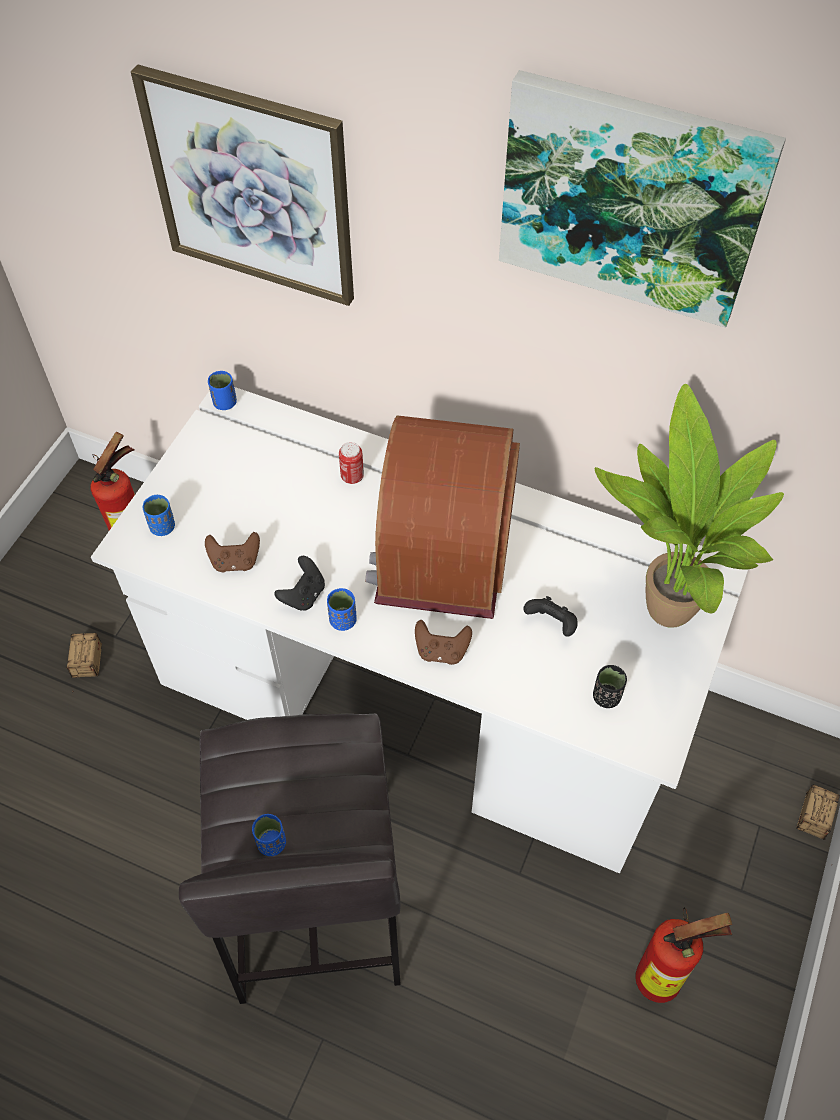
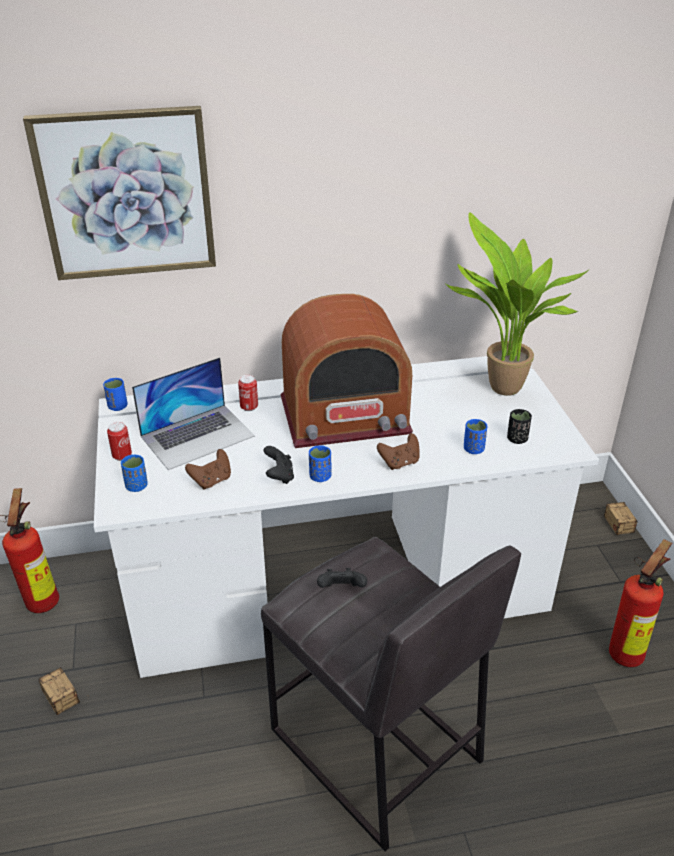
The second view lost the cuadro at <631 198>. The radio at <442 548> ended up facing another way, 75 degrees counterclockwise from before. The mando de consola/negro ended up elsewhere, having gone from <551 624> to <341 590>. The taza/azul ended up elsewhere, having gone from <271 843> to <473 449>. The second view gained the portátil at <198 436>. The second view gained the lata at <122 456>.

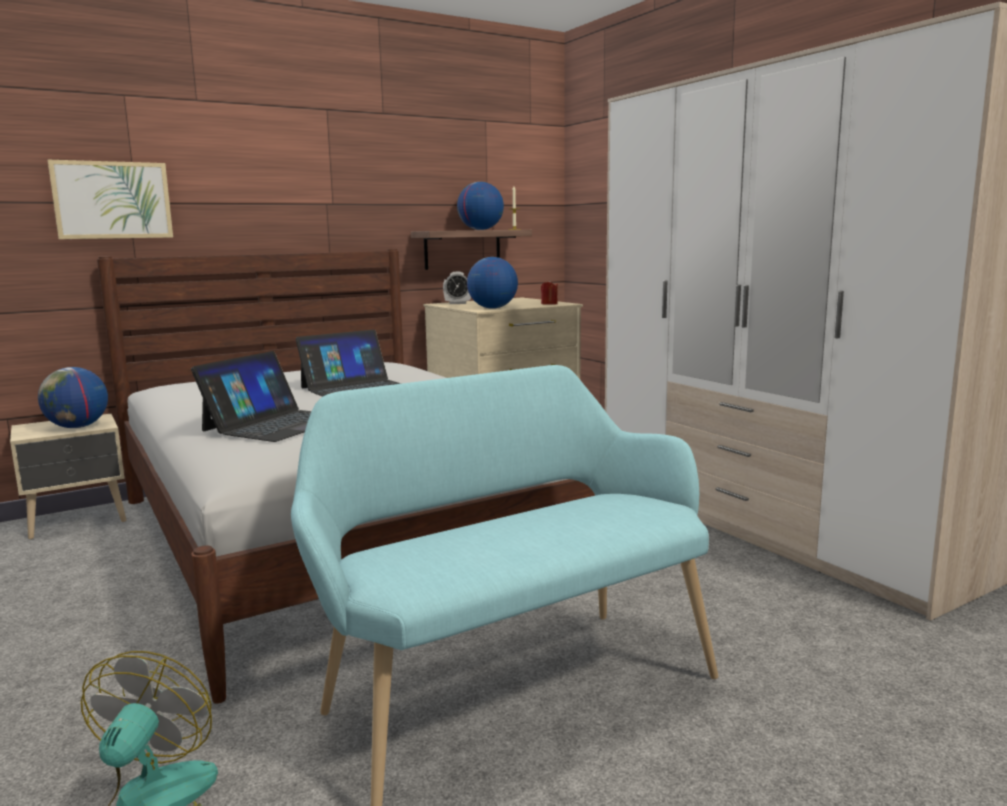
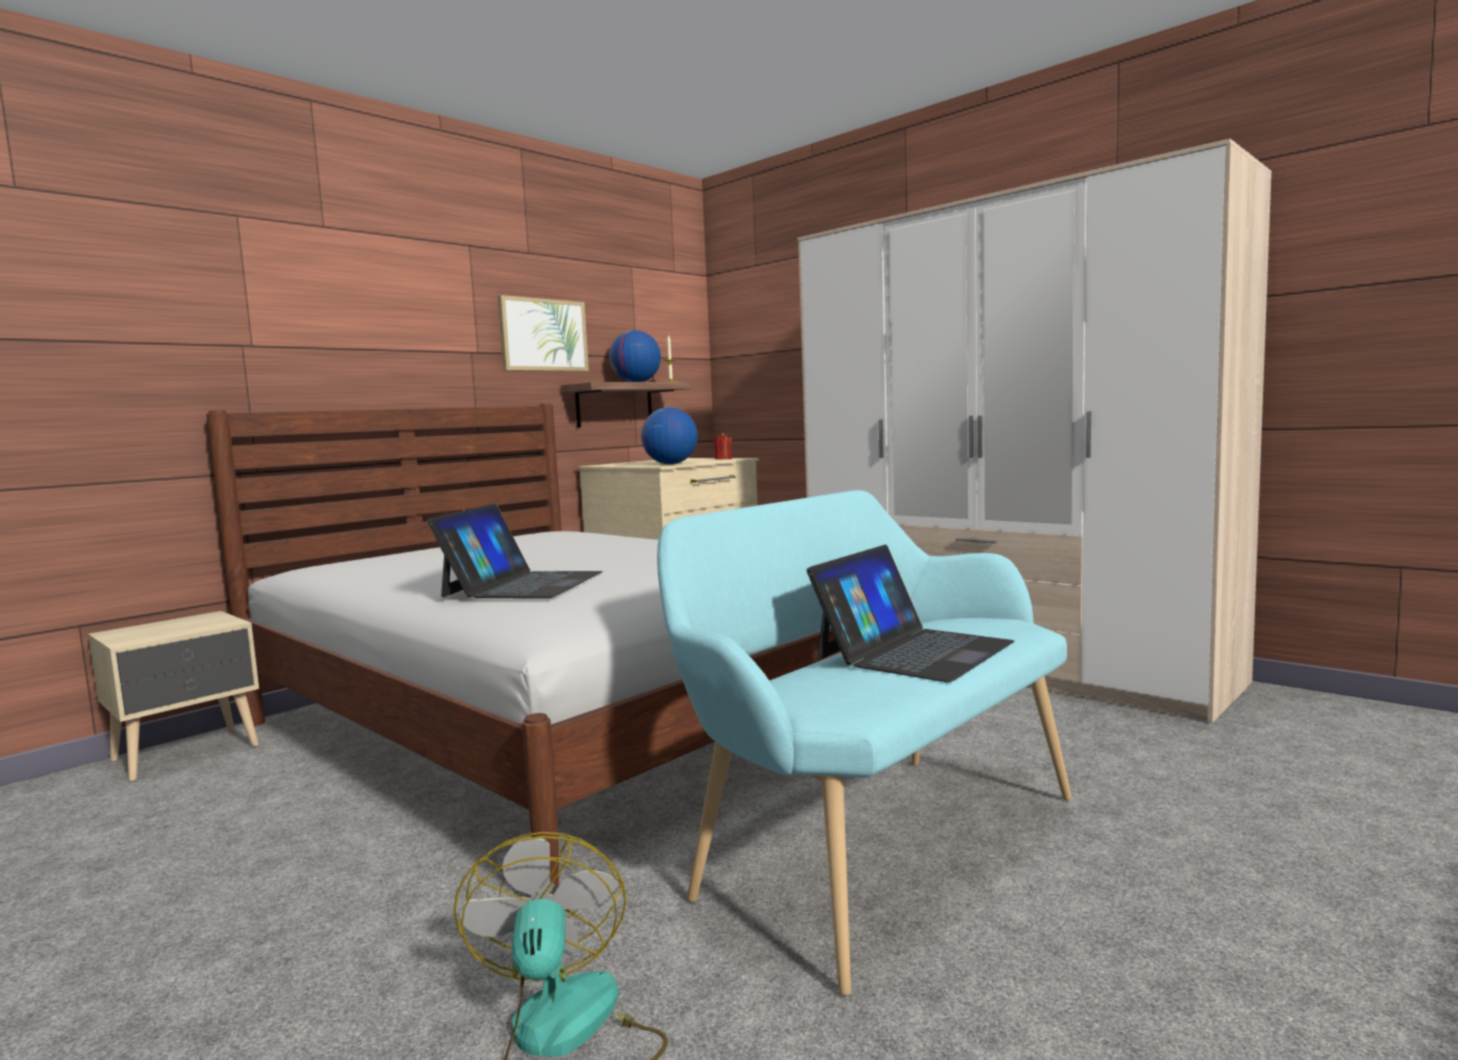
The cuadro ended up elsewhere, having gone from <112 200> to <543 335>. The second view lost the despertador at <457 303>. The portátil ended up elsewhere, having gone from <356 388> to <913 650>. The second view lost the globo terráqueo at <77 427>.

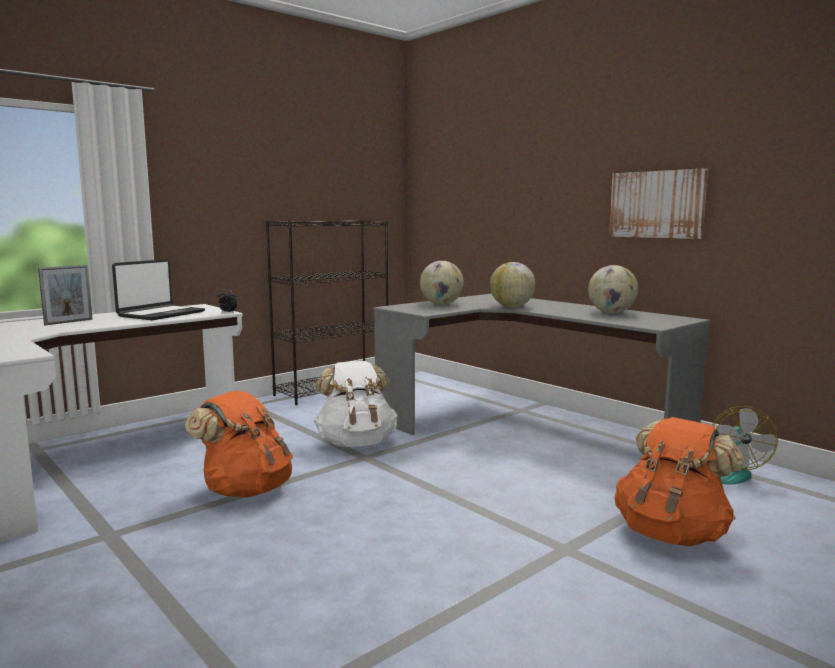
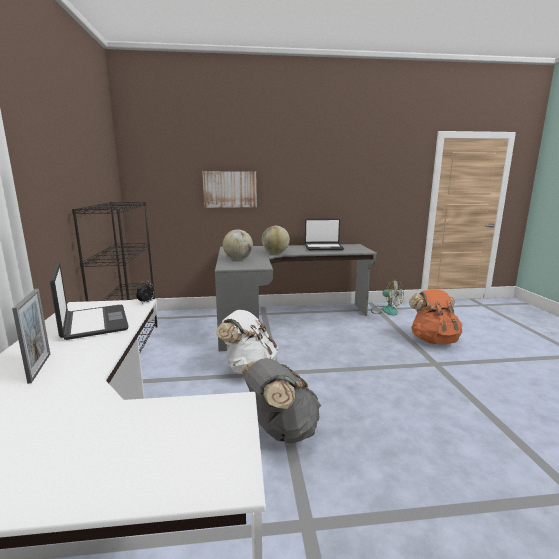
The cuadro ended up elsewhere, having gone from <656 204> to <230 189>. Where the globo terráqueo stood at <611 313>, the portátil came to stand at <323 247>. What was the mochila/naranja at <246 490> turned into the mochila/gris at <281 431>.

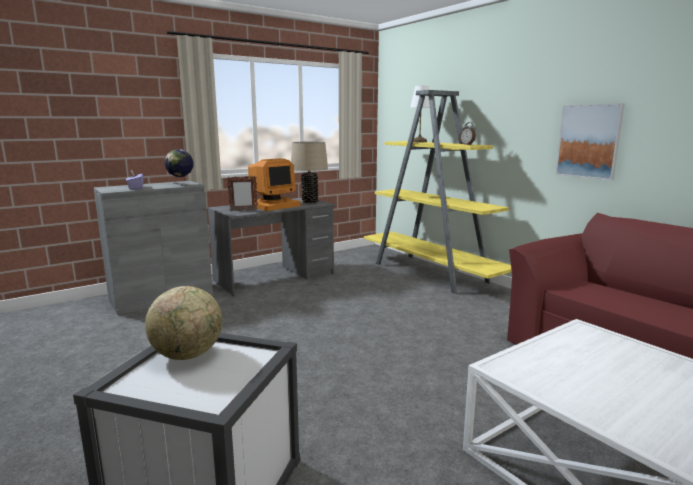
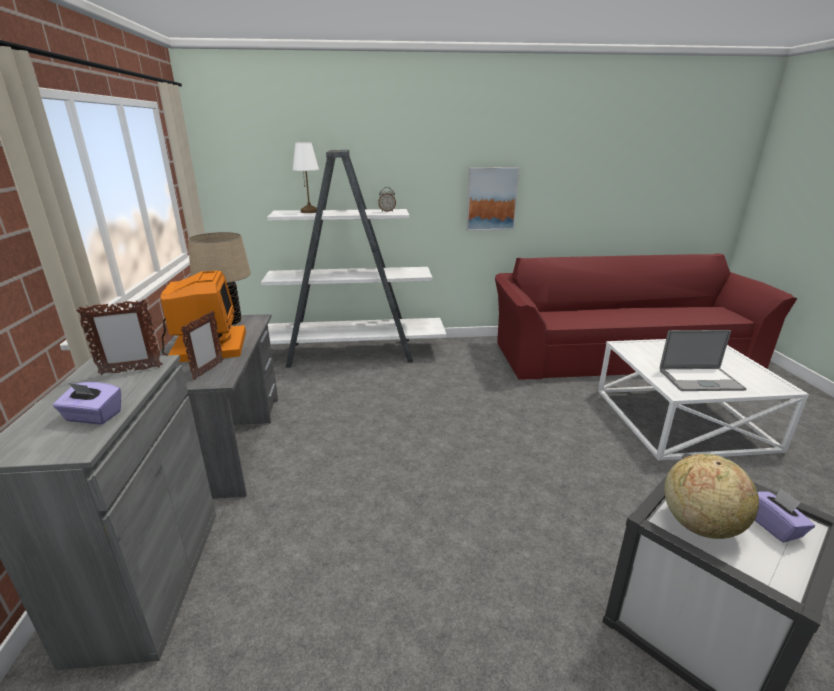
What was the estantería/amarillo at <431 273> turned into the estantería/blanco at <353 353>. Where the globo terráqueo stood at <181 184>, the portarretratos came to stand at <130 371>. The second view gained the portátil at <700 380>. The second view gained the caja de pañuelos/morado at <773 526>.

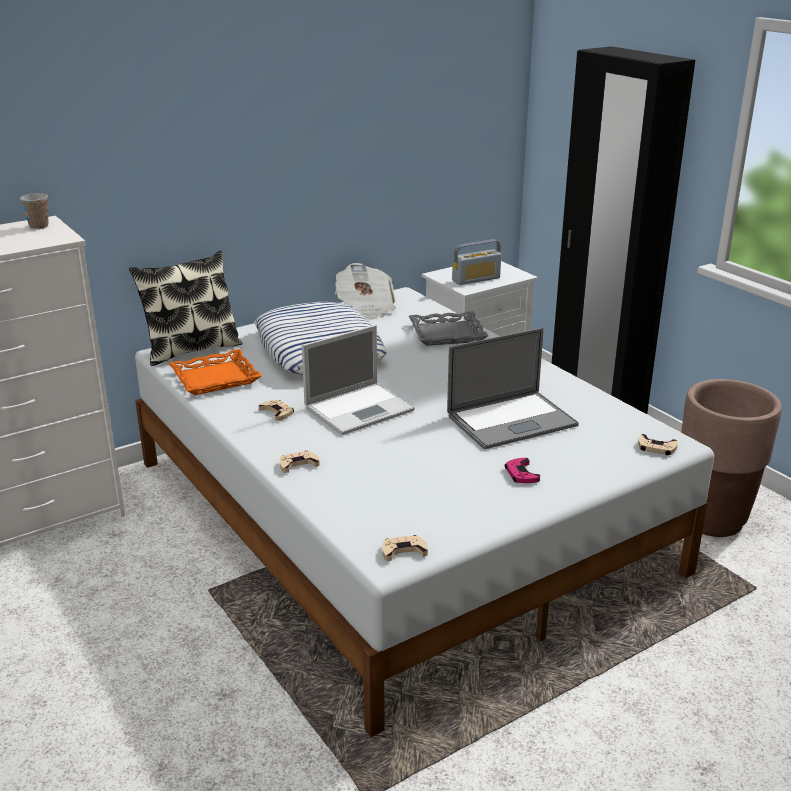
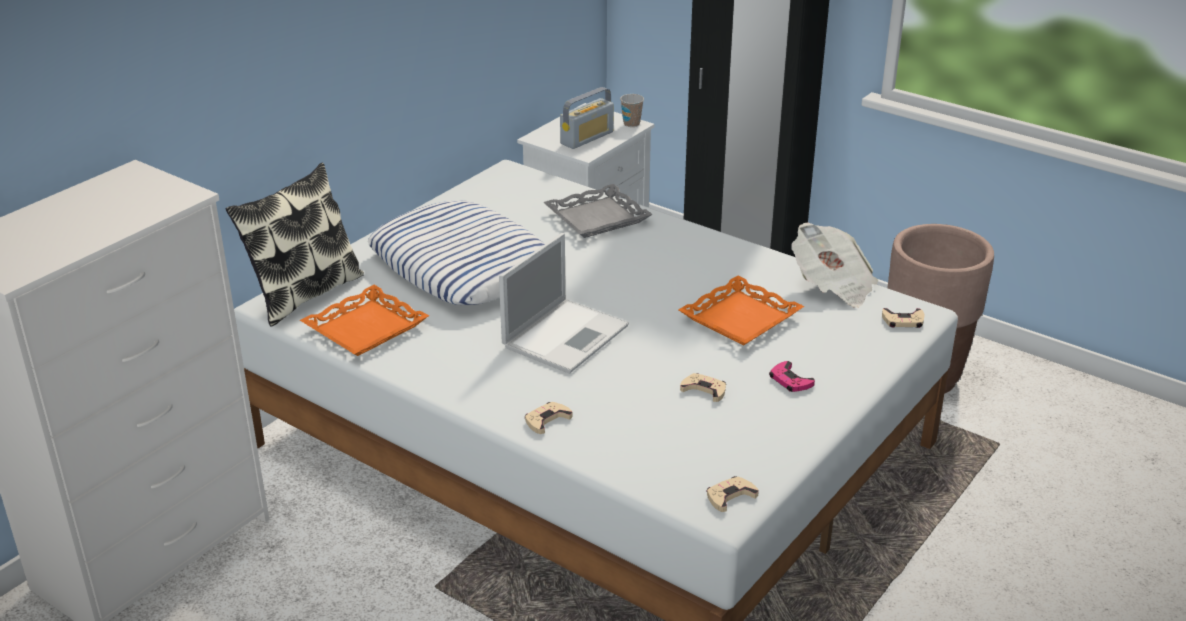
The taza ended up elsewhere, having gone from <39 226> to <631 124>. The periódico ended up elsewhere, having gone from <366 308> to <832 285>. Where the portátil stood at <511 421>, the bandeja/naranja came to stand at <740 318>. The mando de consola/beis ended up elsewhere, having gone from <277 412> to <704 390>.

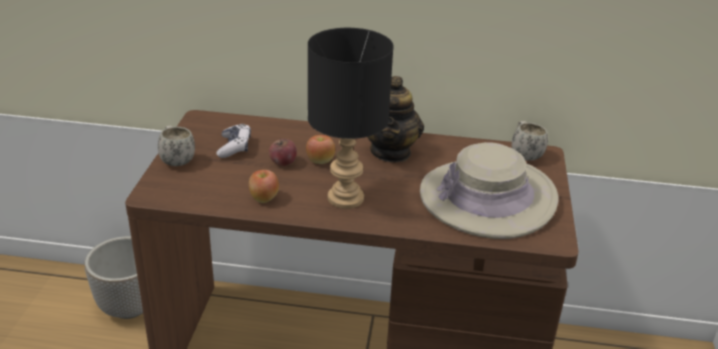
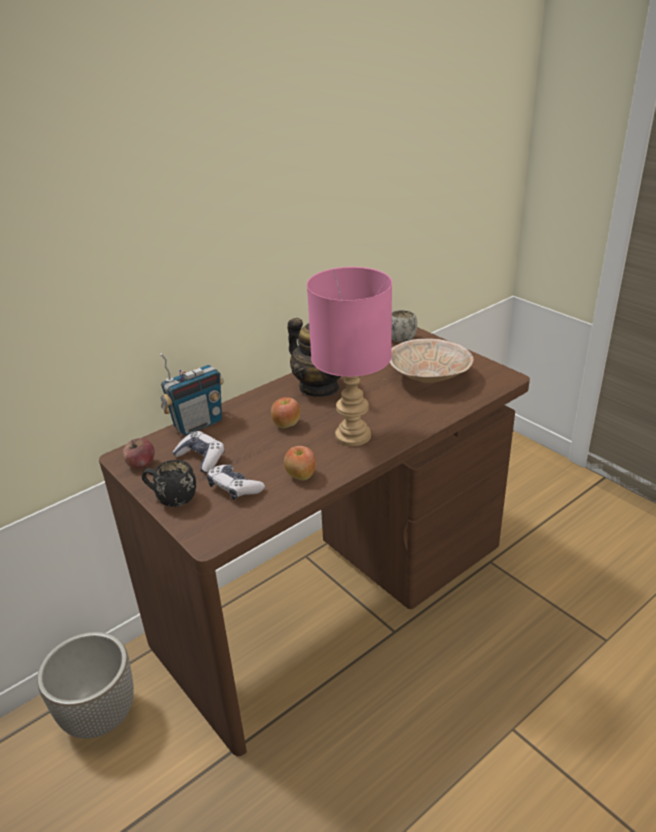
What was the lámpara de mesa/negro at <347 197> turned into the lámpara de mesa/rosa at <353 435>. What was the taza grande/blanco at <176 159> turned into the taza grande/negro at <171 499>. The manzana ended up elsewhere, having gone from <283 162> to <141 464>. Where the sombrero/beis stood at <487 198>, the cuenco/beis came to stand at <430 377>. The second view gained the radio at <198 424>. The second view gained the mando de consola at <234 488>.

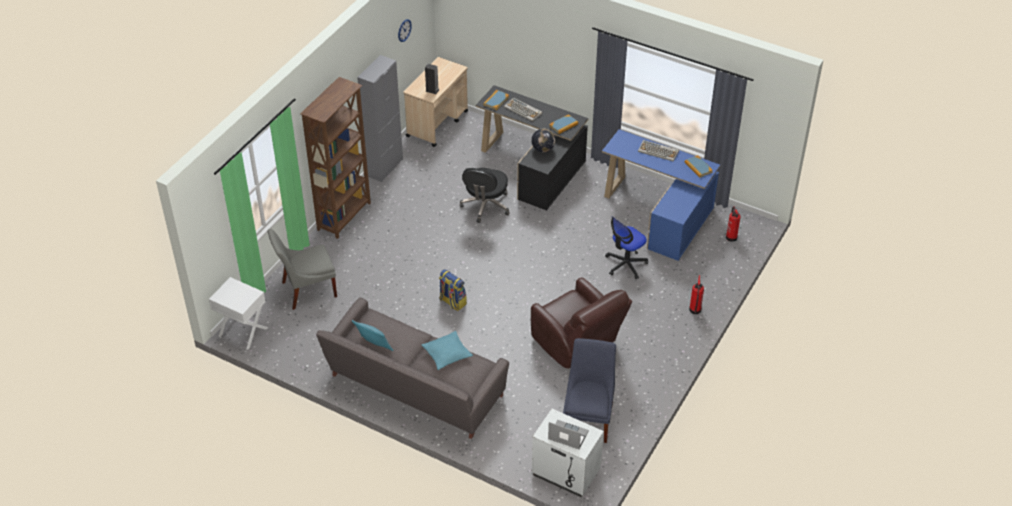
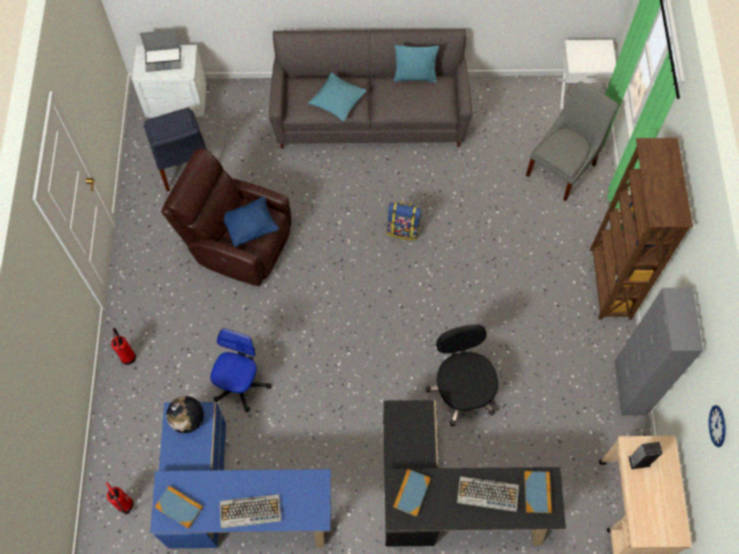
The globo terráqueo ended up elsewhere, having gone from <543 149> to <188 420>. The second view gained the cojín/azul at <251 227>.

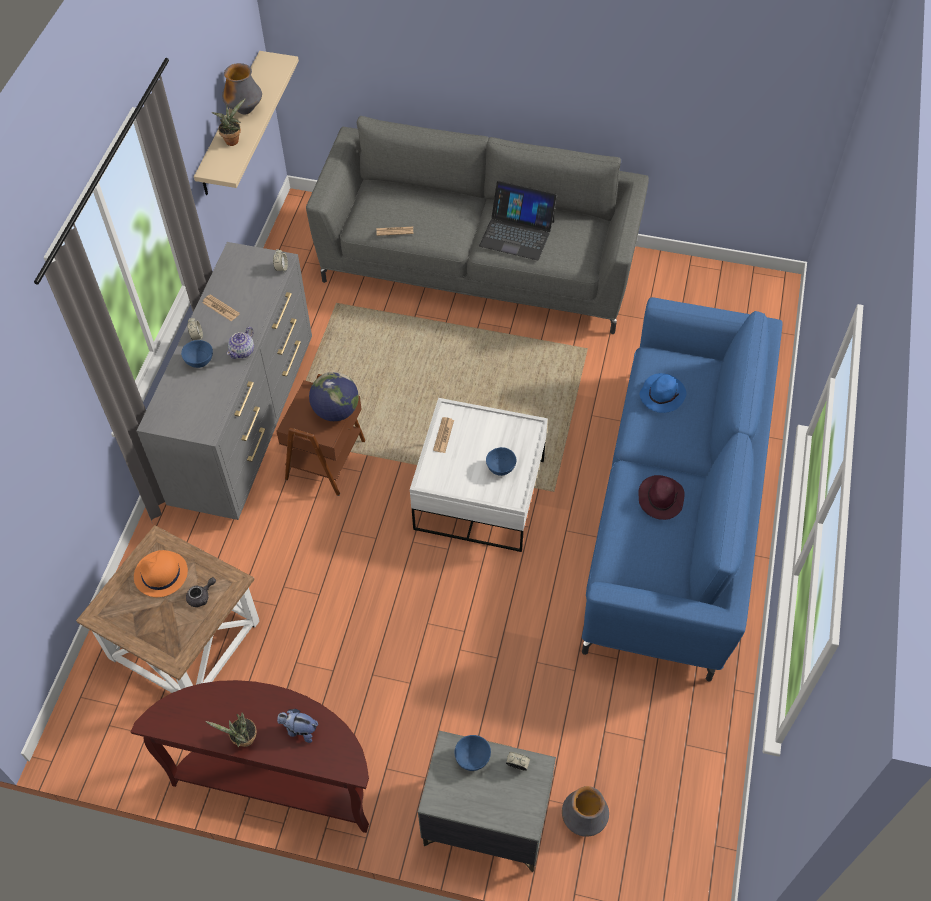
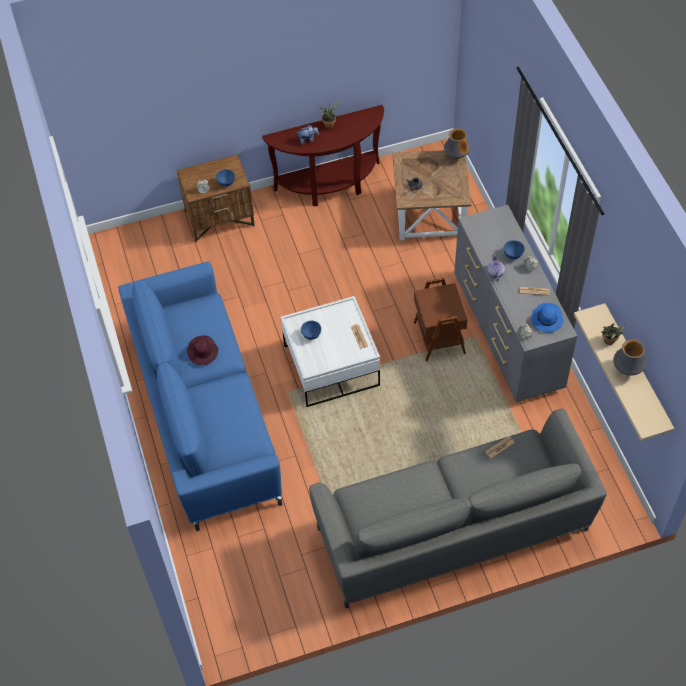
The second view lost the portátil at <517 233>. The second view lost the globo terráqueo at <336 411>. The sombrero/azul ended up elsewhere, having gone from <662 394> to <547 319>. The second view lost the sombrero/naranja at <161 574>. What was the mesita de noche/gris at <485 821> turned into the mesita de noche/marrón at <220 218>. The florero ended up elsewhere, having gone from <583 819> to <456 156>.

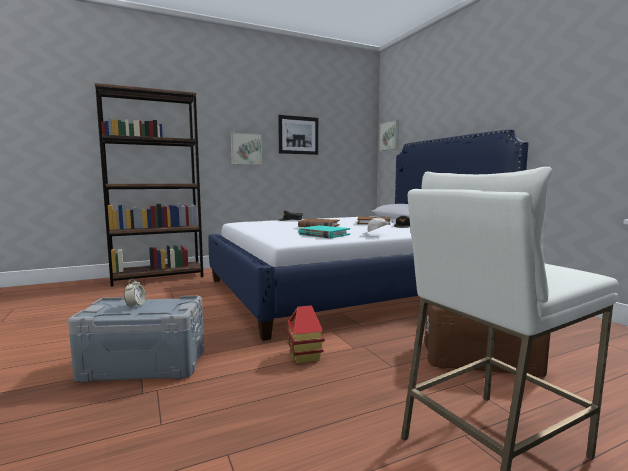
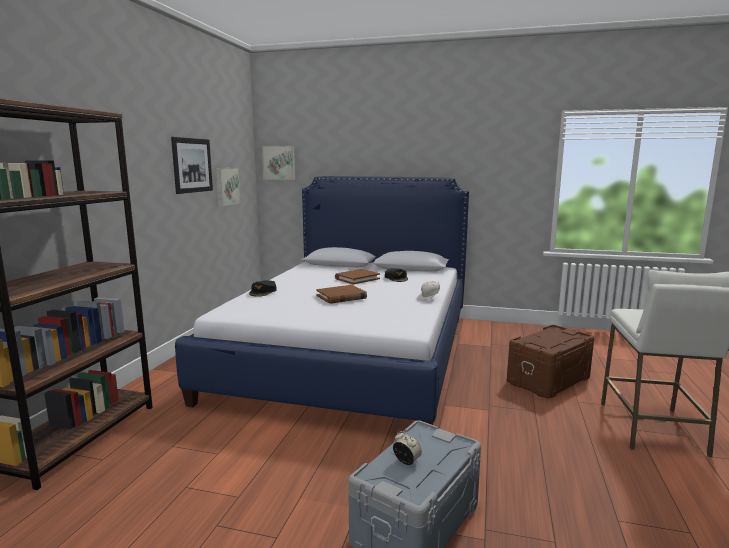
The cuadro ended up elsewhere, having gone from <246 149> to <226 186>. The second view lost the libro/turquesa at <324 234>. The second view lost the casita at <304 356>.

